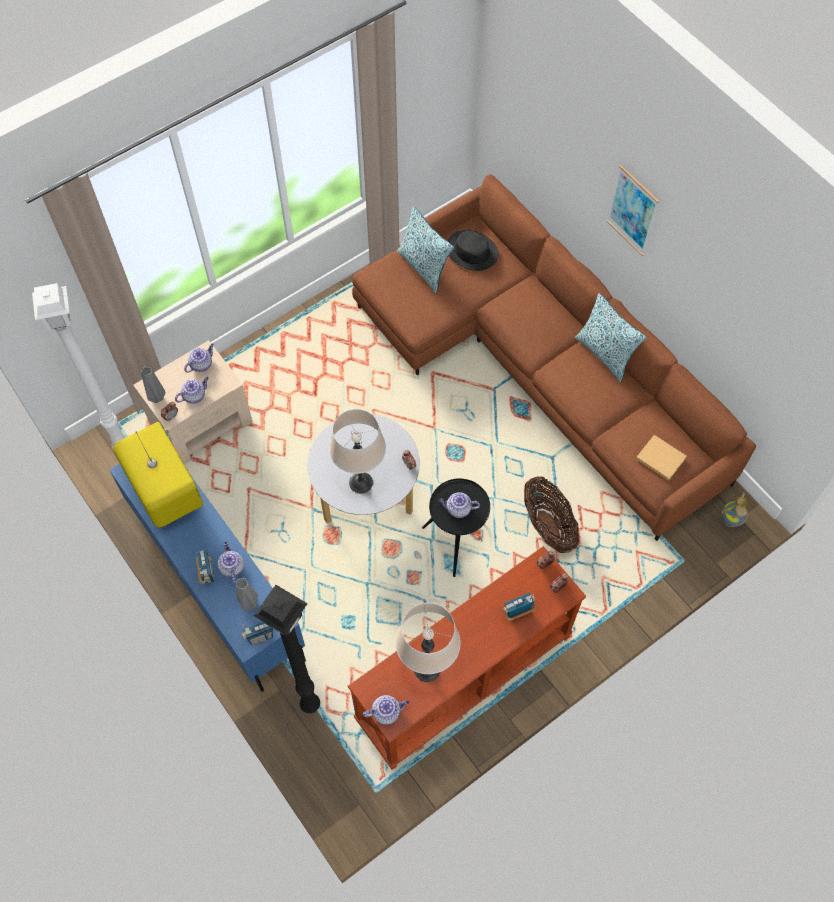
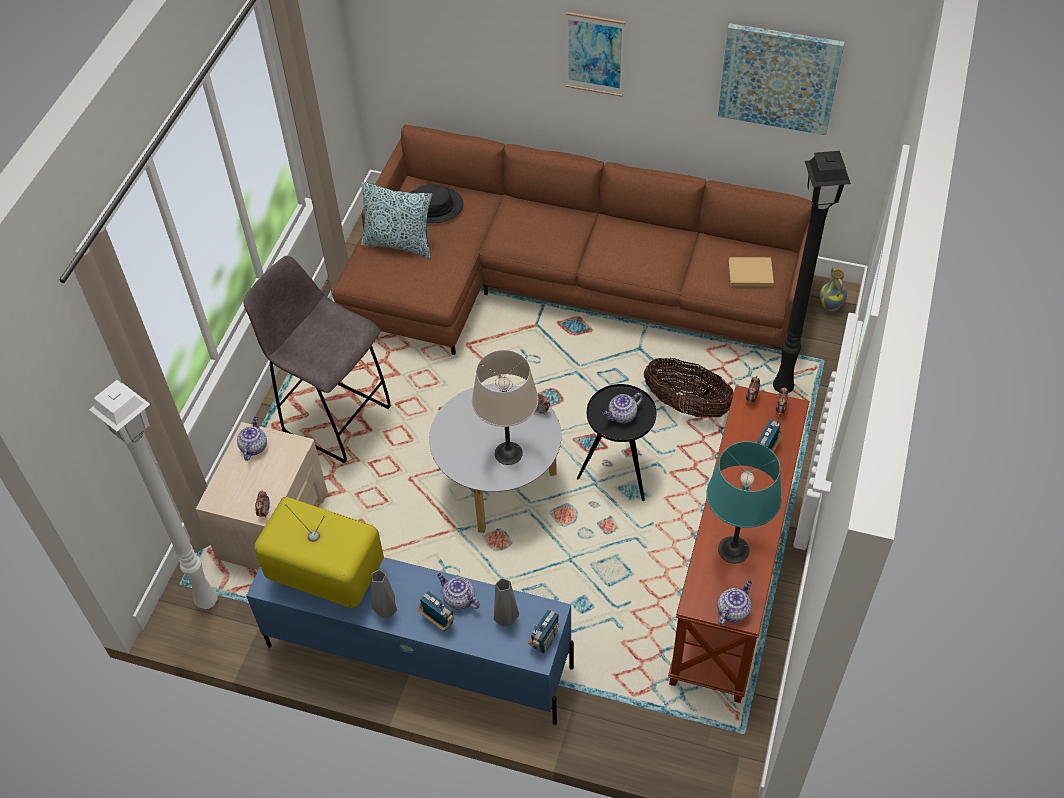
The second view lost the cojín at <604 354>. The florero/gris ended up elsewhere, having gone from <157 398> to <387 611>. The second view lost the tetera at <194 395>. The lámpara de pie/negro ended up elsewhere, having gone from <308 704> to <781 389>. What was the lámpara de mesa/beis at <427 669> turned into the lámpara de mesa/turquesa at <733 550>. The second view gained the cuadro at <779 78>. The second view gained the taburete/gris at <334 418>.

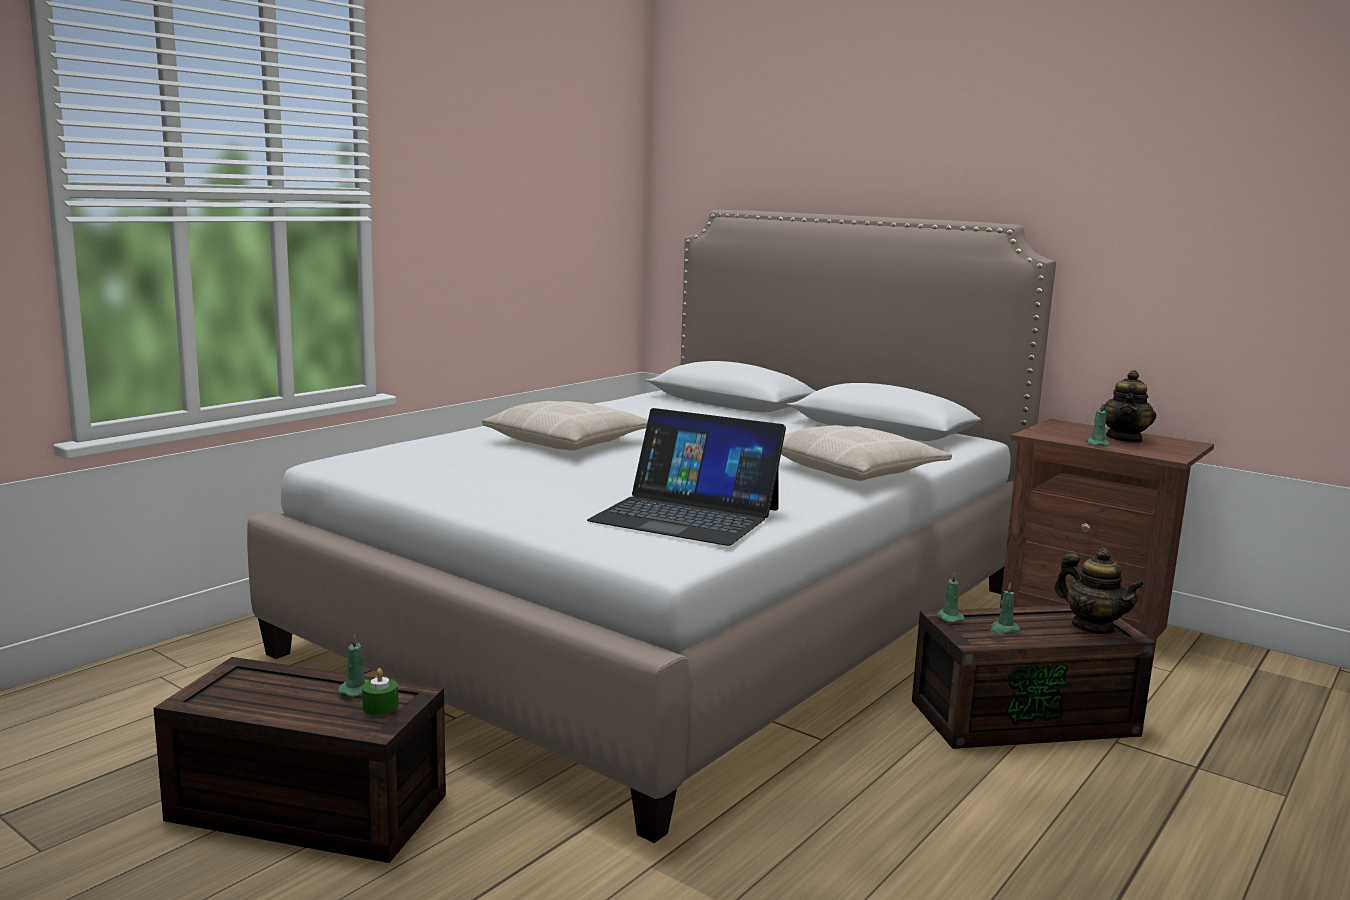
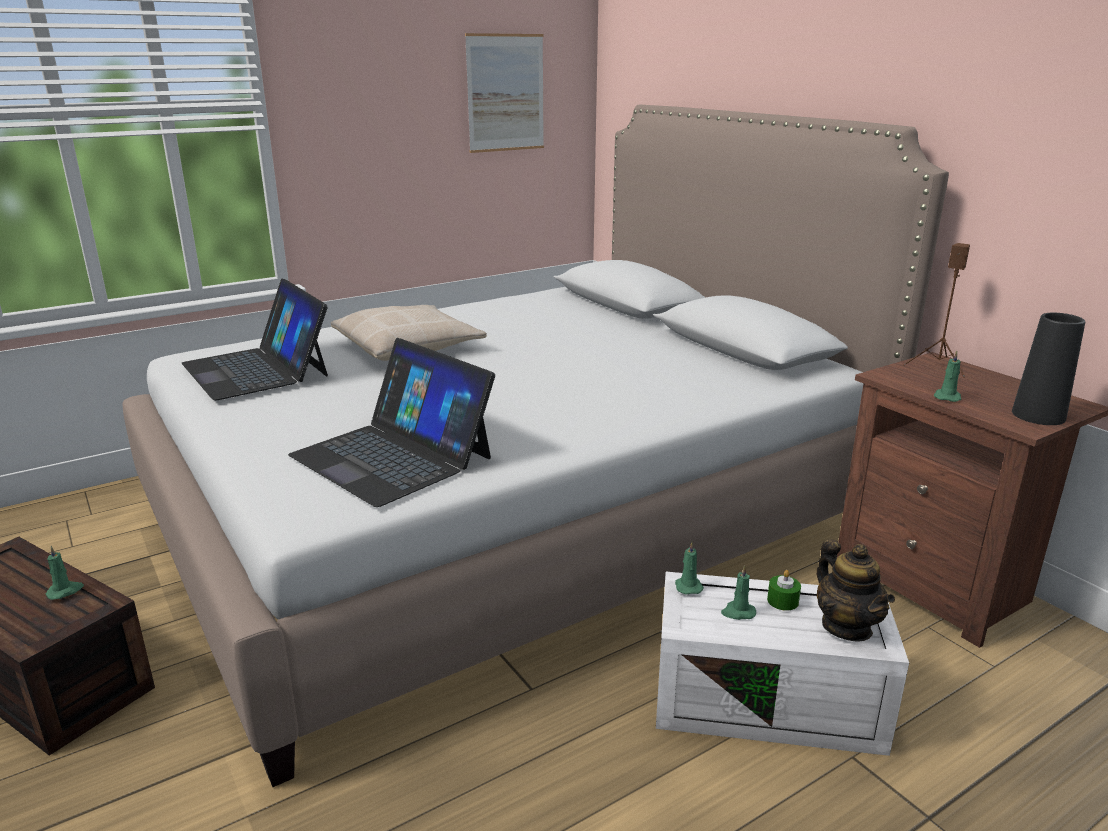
The second view lost the tetera at <1124 439>. The second view lost the cojín/beis at <856 470>. What was the caja de almacenaje/marrón at <1025 716> turned into the caja de almacenaje/blanco at <769 699>. The vela/verde ended up elsewhere, having gone from <380 706> to <782 601>. The second view gained the cuadro at <505 93>. The second view gained the altavoz/marrón at <938 366>. The second view gained the portátil at <257 369>. The second view gained the florero/negro at <1038 415>.

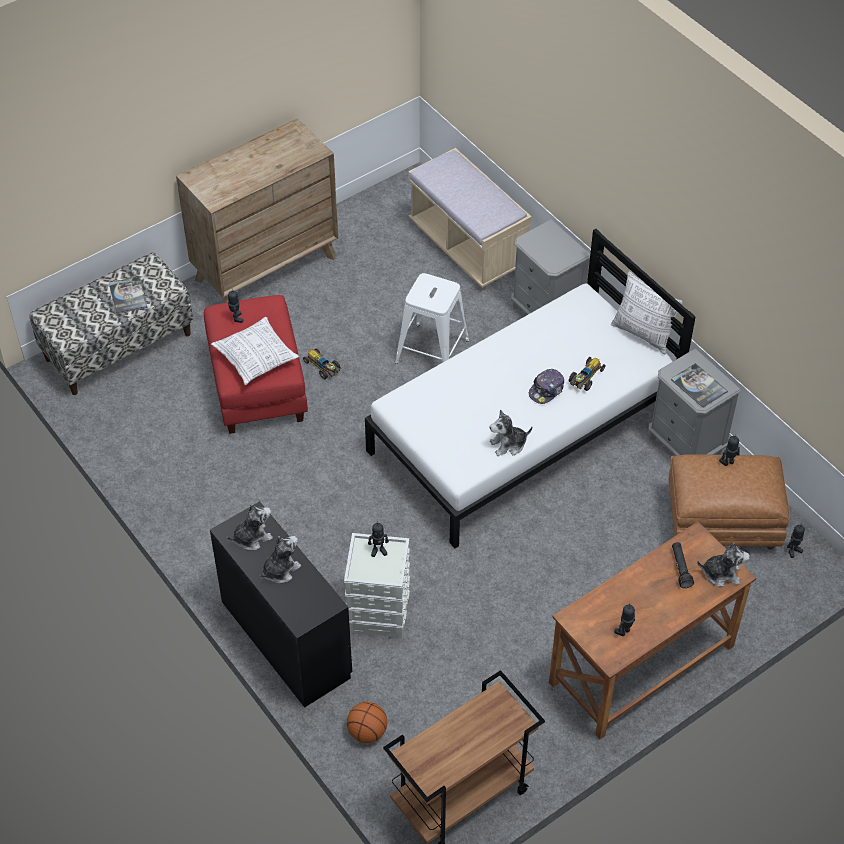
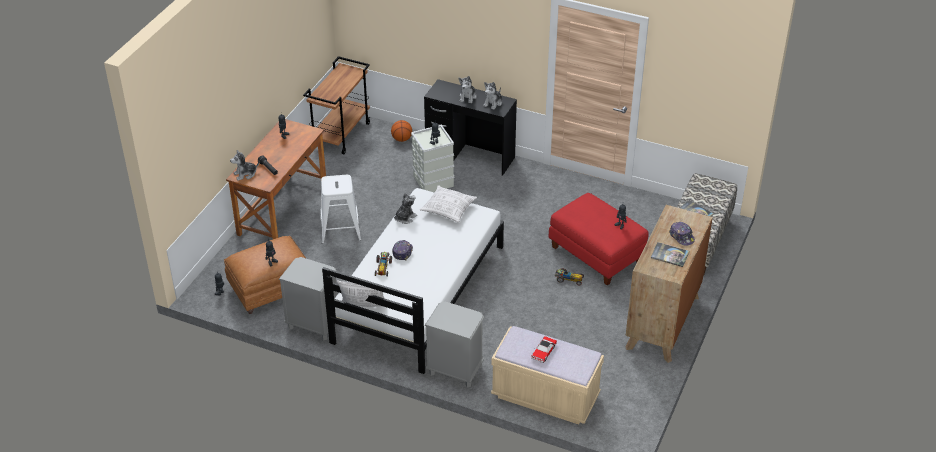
The taburete/blanco ended up elsewhere, having gone from <432 351> to <340 229>. The cojín ended up elsewhere, having gone from <256 358> to <448 209>. The libro ended up elsewhere, having gone from <699 386> to <670 255>. The second view gained the gorra at <681 236>. The second view gained the coche de juguete at <543 352>.

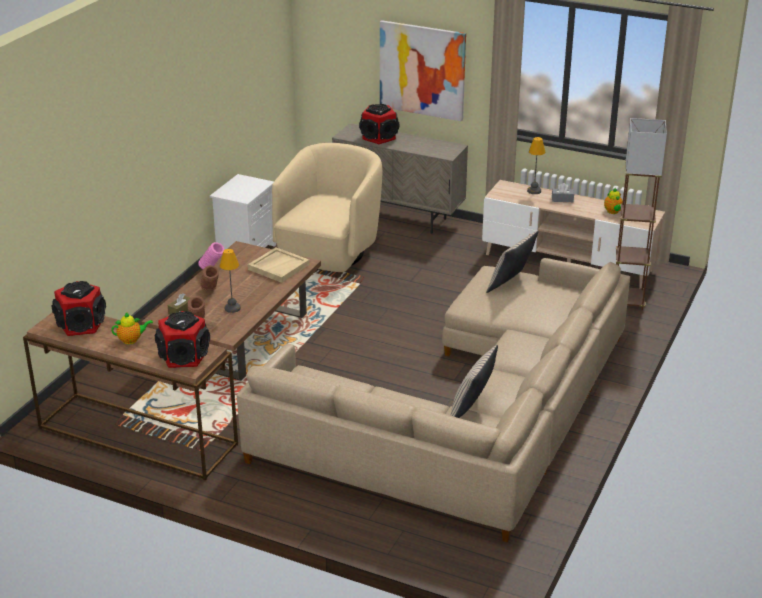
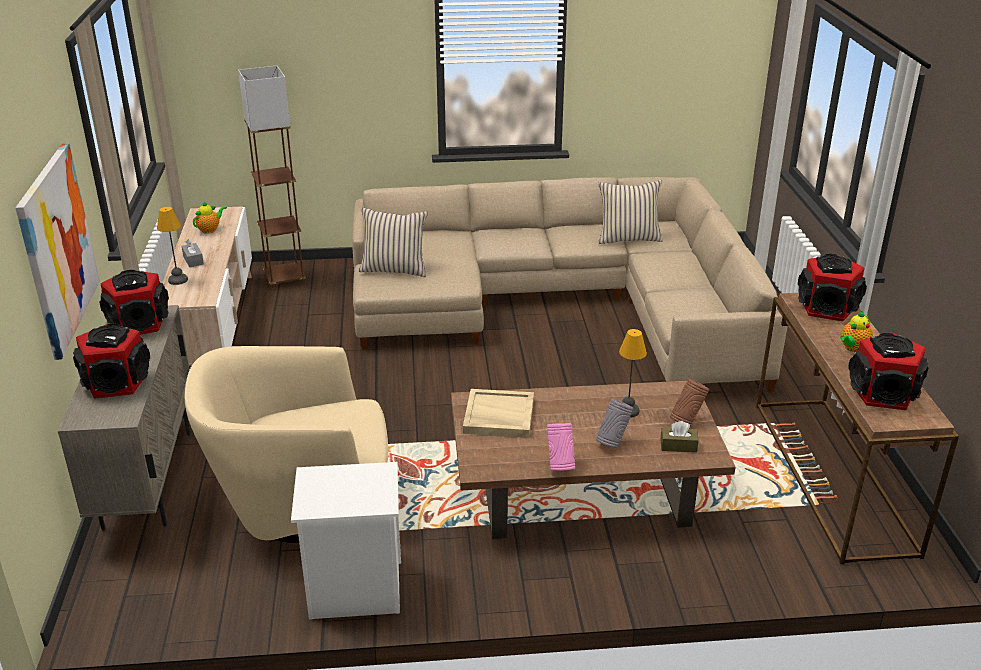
What was the florero/marrón at <210 292> turned into the florero/gris at <612 443>. The tetera at <132 340> ended up facing another way, 90 degrees counterclockwise from before. The second view gained the altavoz at <139 323>.

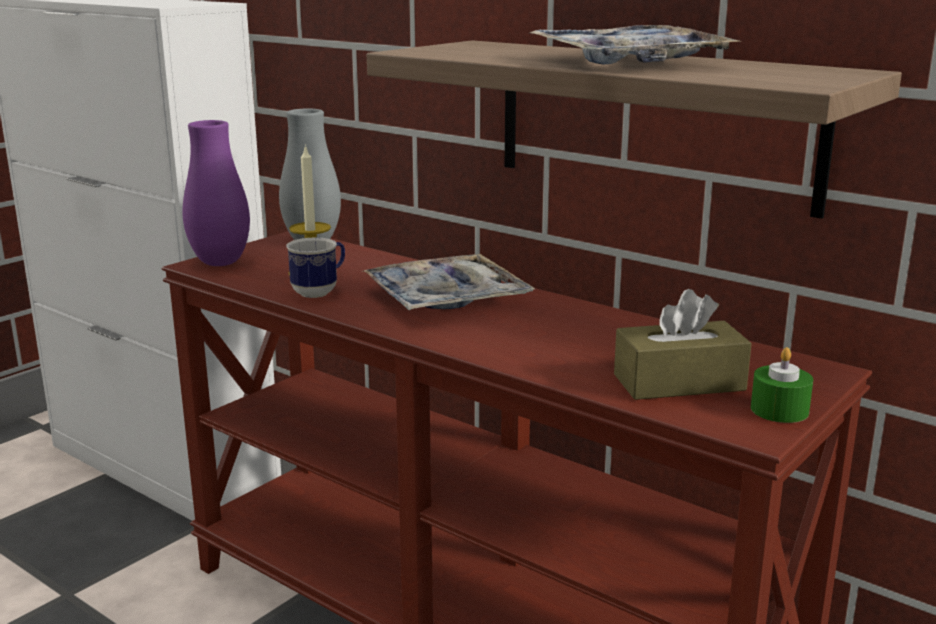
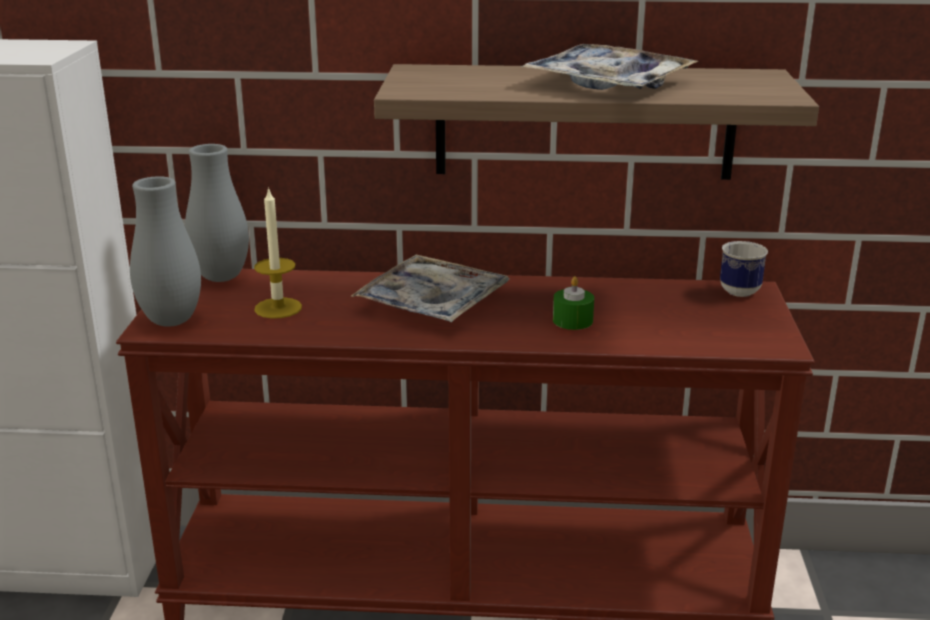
What was the florero/morado at <220 262> turned into the florero/gris at <171 321>. The taza grande ended up elsewhere, having gone from <320 291> to <739 289>. The second view lost the caja de pañuelos/marrón at <679 382>. The vela/verde ended up elsewhere, having gone from <779 410> to <572 320>.

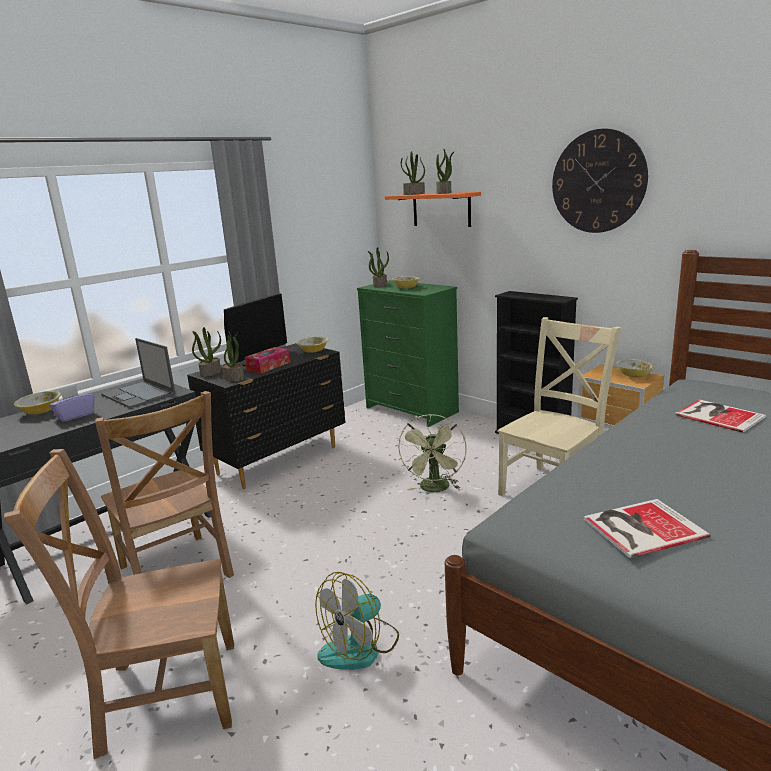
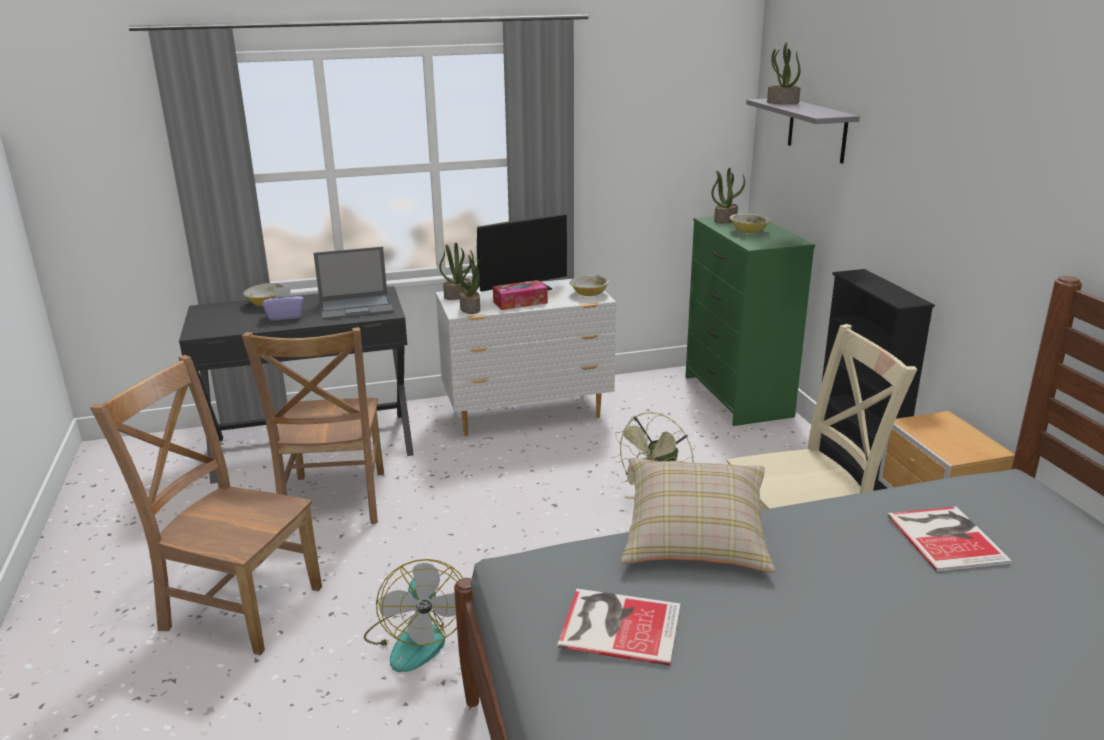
The second view lost the reloj de pared at <598 182>. The second view lost the planta en maceta at <444 193>. What was the estante/naranja at <441 209> turned into the estante/gris at <817 130>. The portátil at <139 395> ended up facing another way, 90 degrees counterclockwise from before. What was the cómoda/negro at <279 460> turned into the cómoda/blanco at <528 414>. The second view lost the cuenco at <634 376>. The ventilador at <360 647> ended up facing another way, 90 degrees counterclockwise from before. The second view gained the cojín/beis at <694 537>.

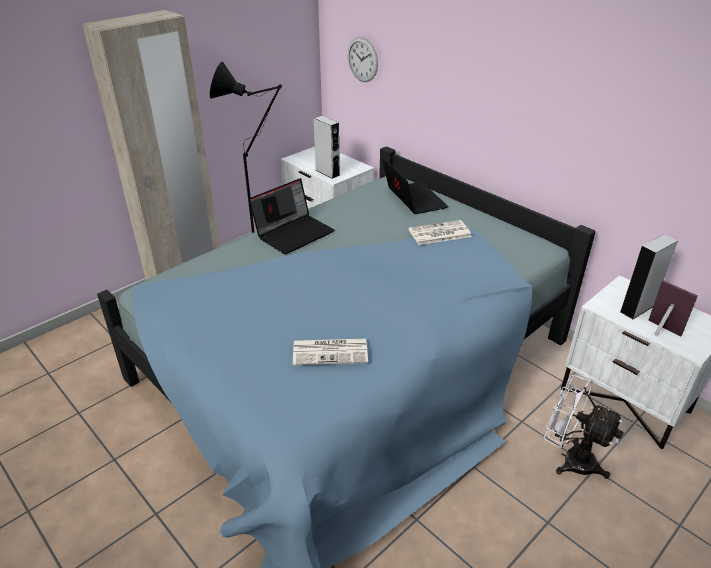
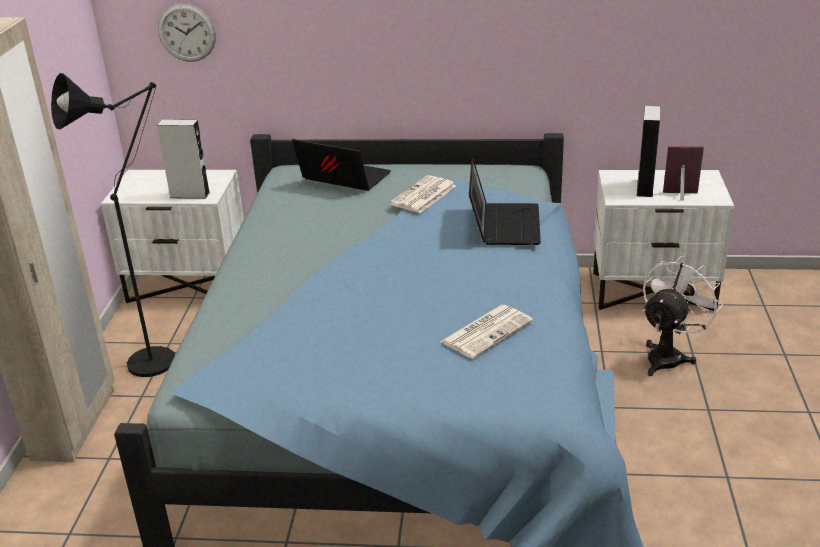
The portátil ended up elsewhere, having gone from <294 233> to <503 224>. The ventilador/blanco at <570 459> ended up facing another way, 135 degrees clockwise from before.

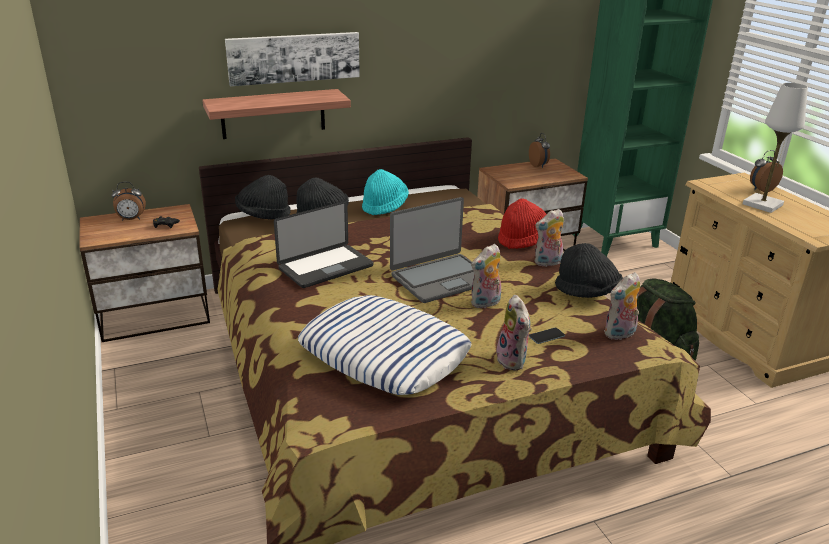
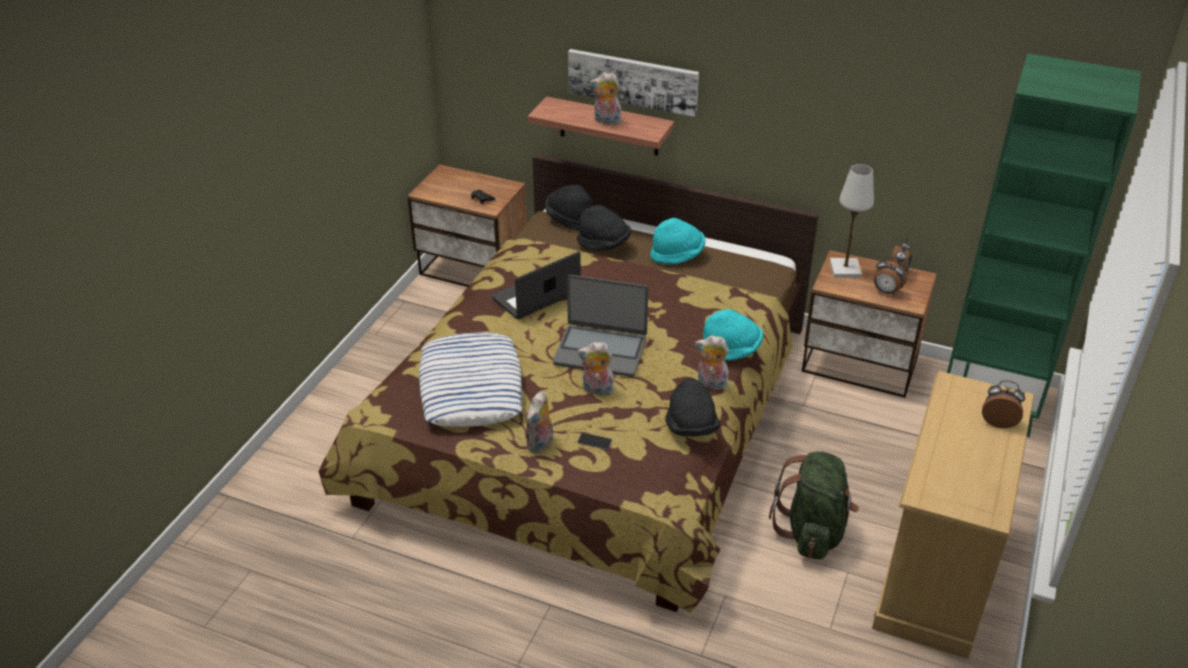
The lámpara de mesa/blanco ended up elsewhere, having gone from <762 204> to <845 269>. The despertador ended up elsewhere, having gone from <131 219> to <886 291>. What was the sombrero/rojo at <523 239> turned into the sombrero/turquesa at <730 350>. The portátil at <326 267> ended up facing another way, 135 degrees clockwise from before. The peluche ended up elsewhere, having gone from <620 334> to <606 121>.

